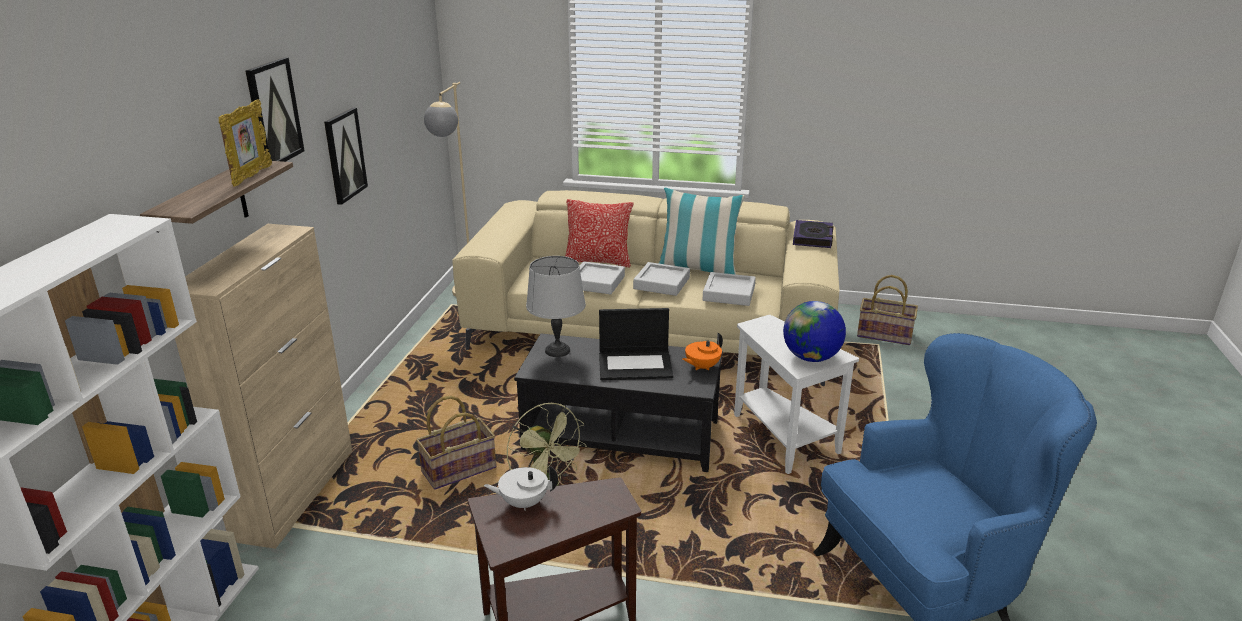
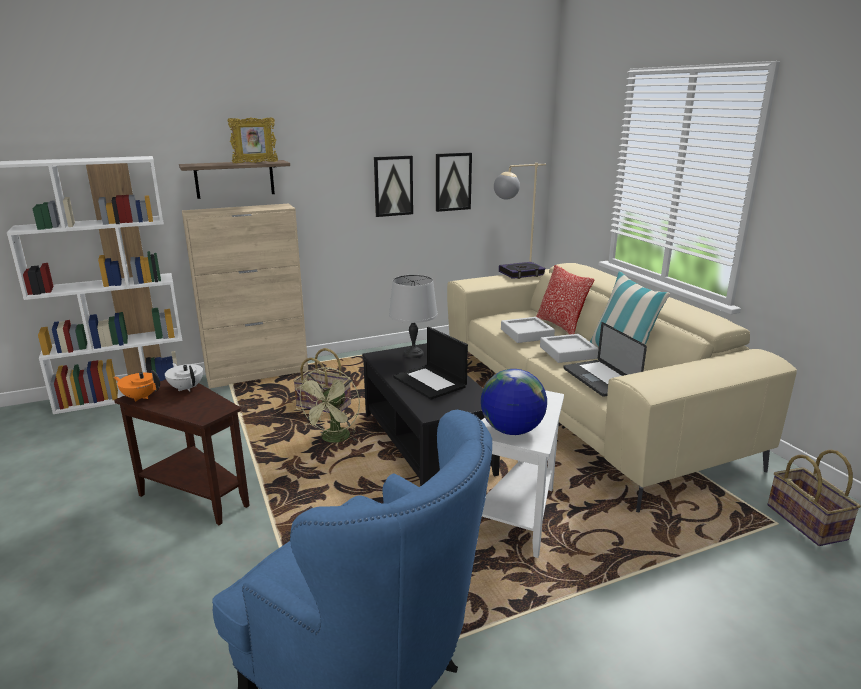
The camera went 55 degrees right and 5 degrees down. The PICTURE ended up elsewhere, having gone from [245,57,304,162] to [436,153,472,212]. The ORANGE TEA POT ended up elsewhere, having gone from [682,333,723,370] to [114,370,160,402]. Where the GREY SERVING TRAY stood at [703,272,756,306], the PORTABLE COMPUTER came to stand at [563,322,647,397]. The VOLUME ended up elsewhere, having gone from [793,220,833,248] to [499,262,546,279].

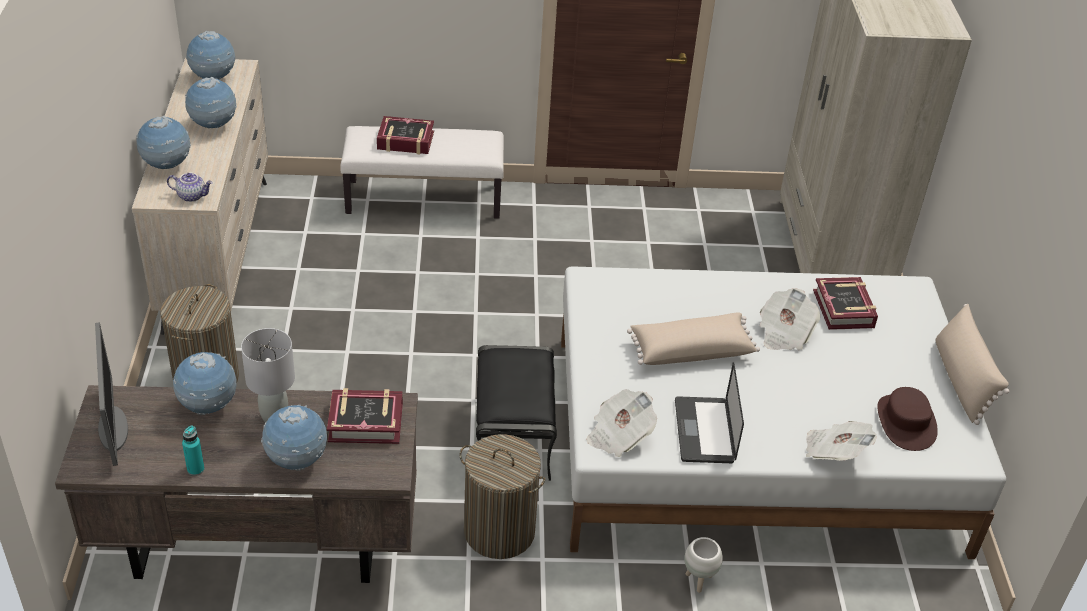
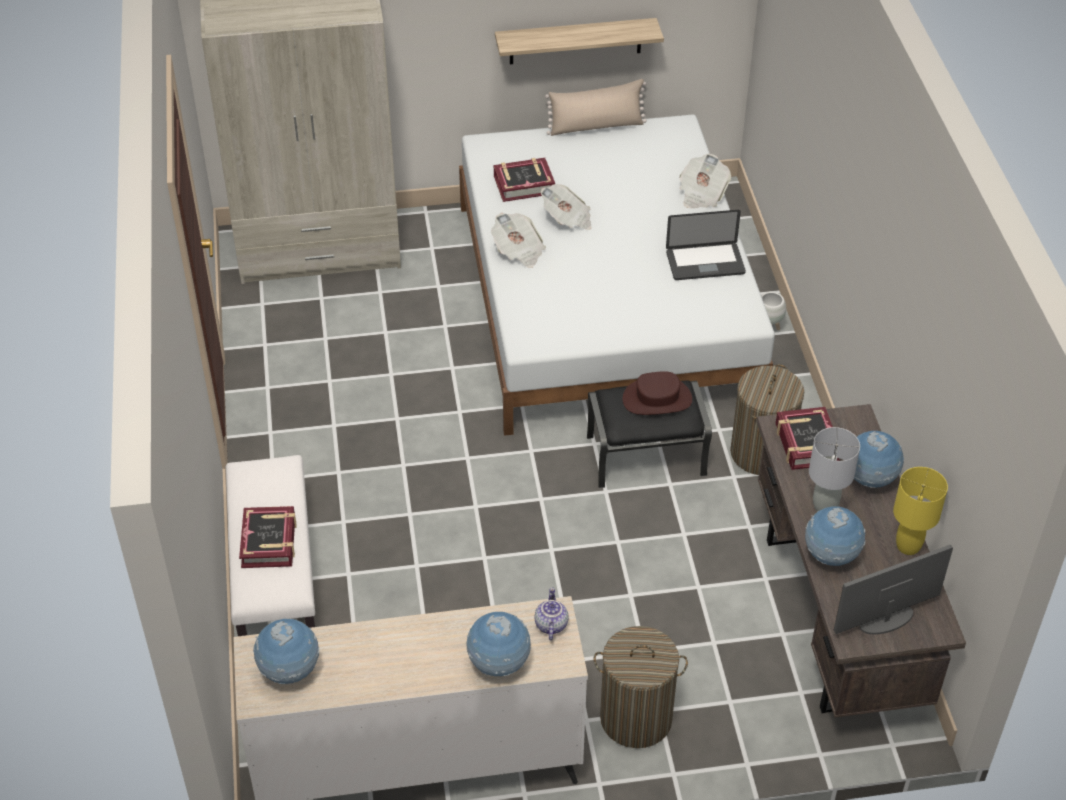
The camera went 95 degrees left and 5 degrees up. Where the TURQUOISE BOTTLE stood at [182,426,205,476], the YELLOW-COLOURED LAMP FOR A TABLE came to stand at [893,467,948,555]. The second view lost the GLOBE at [185,77,237,129]. The PRINTED PAPER ended up elsewhere, having gone from [586,389,657,457] to [491,213,546,268]. The second view lost the BEIGE-COLOURED PILLOW at [627,312,760,365]. The BROWN-COLOURED WEARABLE HAT ended up elsewhere, having gone from [878,387,938,451] to [623,371,692,415]. The second view gained the WALL SHELF at [495,18,664,64].

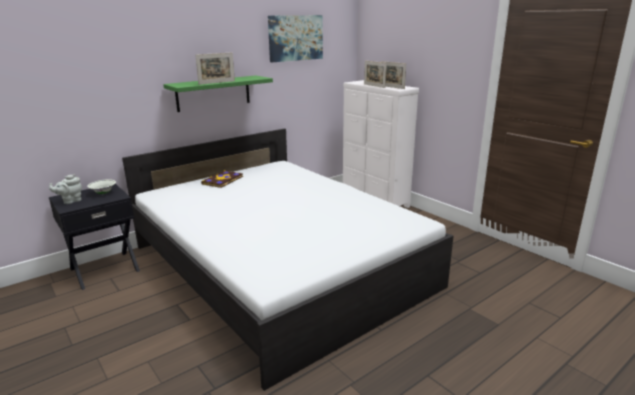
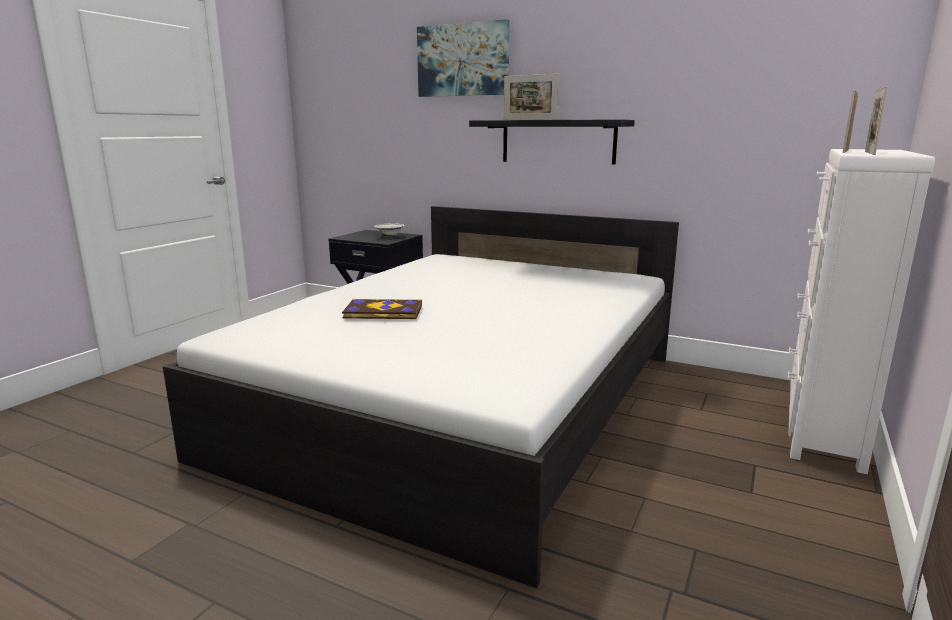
The camera went 65 degrees right and 5 degrees down. The second view lost the GREY TEA POT at [49,174,82,204]. What was the GREEN WALL SHELF at [163,75,273,112] turned into the BLACK WALL SHELF at [469,119,635,165]. The VOLUME ended up elsewhere, having gone from [201,170,243,188] to [342,299,422,319]. The PICTURE ended up elsewhere, having gone from [268,15,323,62] to [417,19,509,97].

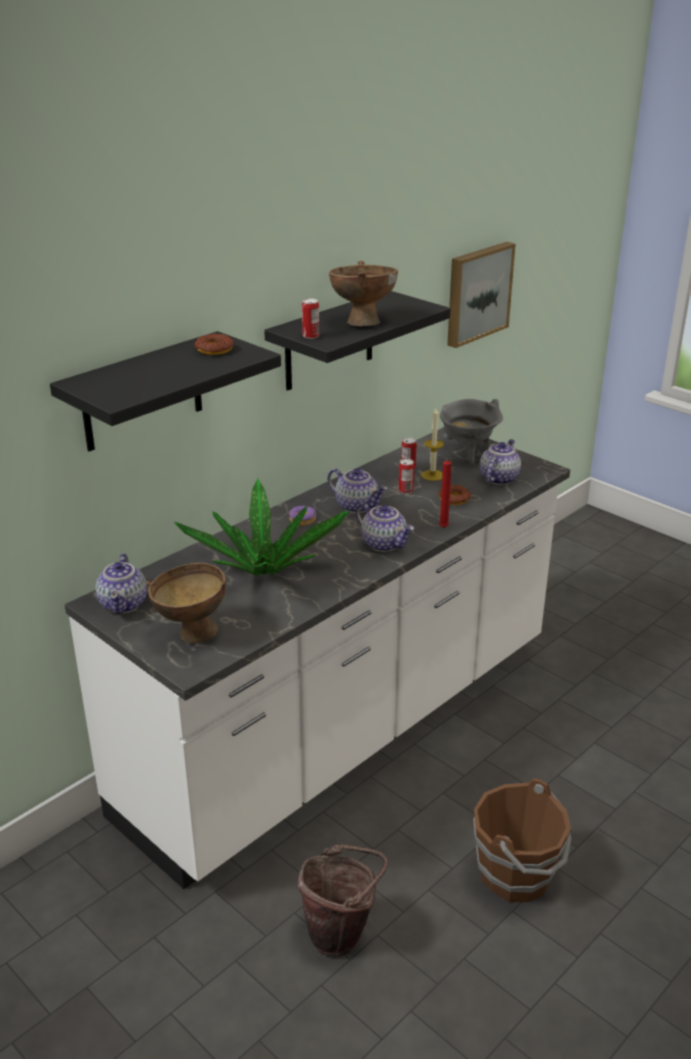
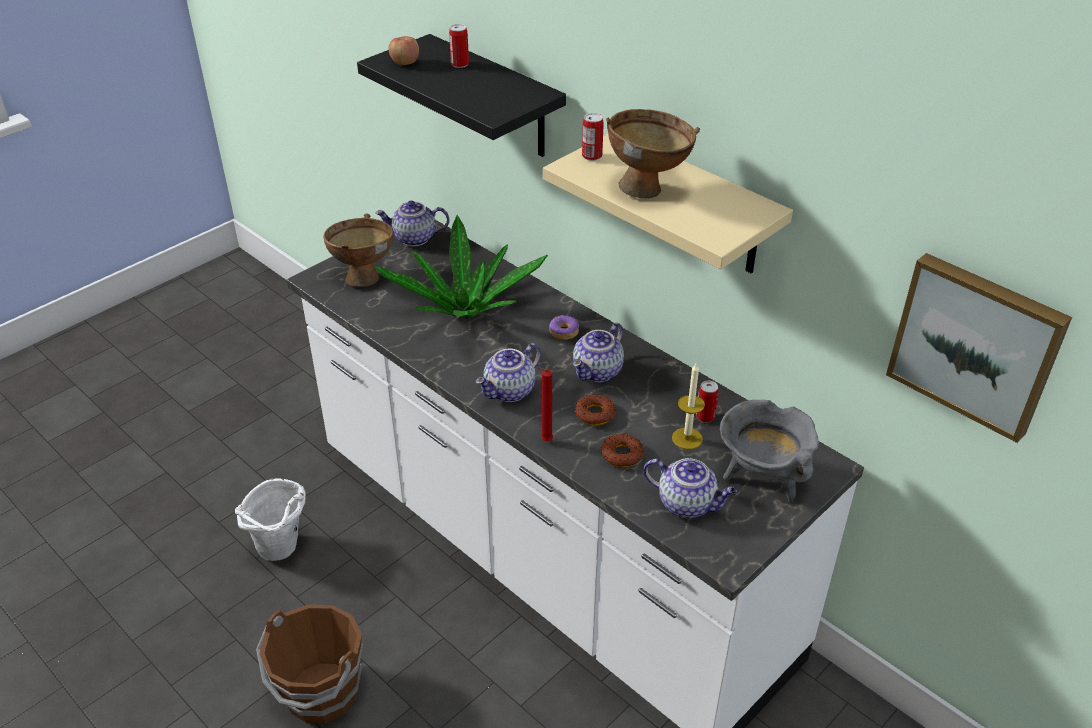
The camera went 90 degrees right and 10 degrees up. The RING DOUGHNUT ended up elsewhere, having gone from [194,333,234,355] to [575,394,616,425]. What was the BLACK WALL SHELF at [264,291,451,391] turned into the BEIGE-COLOURED WALL SHELF at [543,134,793,274]. What was the BROWN-COLOURED WATER BUCKET at [298,845,388,956] turned into the WHITISH WATER BUCKET at [235,478,306,561]. The SEALED CAN ended up elsewhere, having gone from [398,459,415,493] to [449,24,469,68]. The second view gained the APPLE FRUIT at [389,36,419,65].

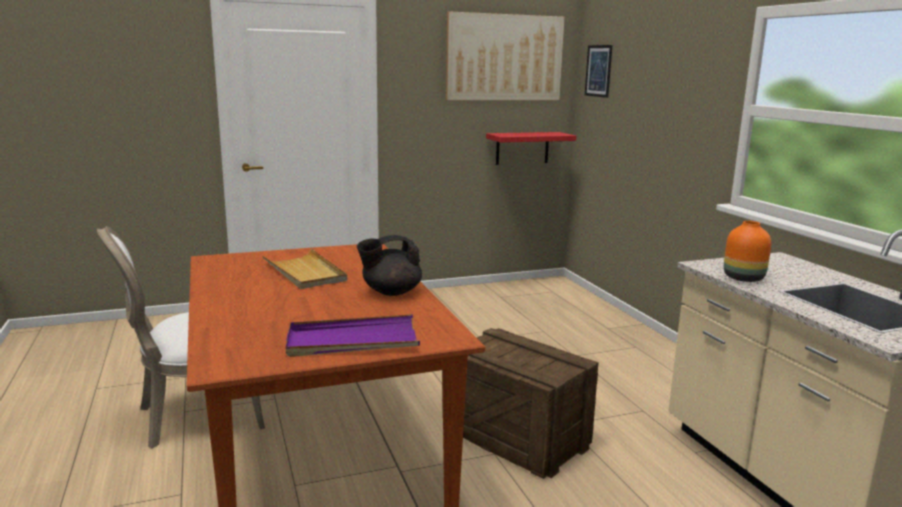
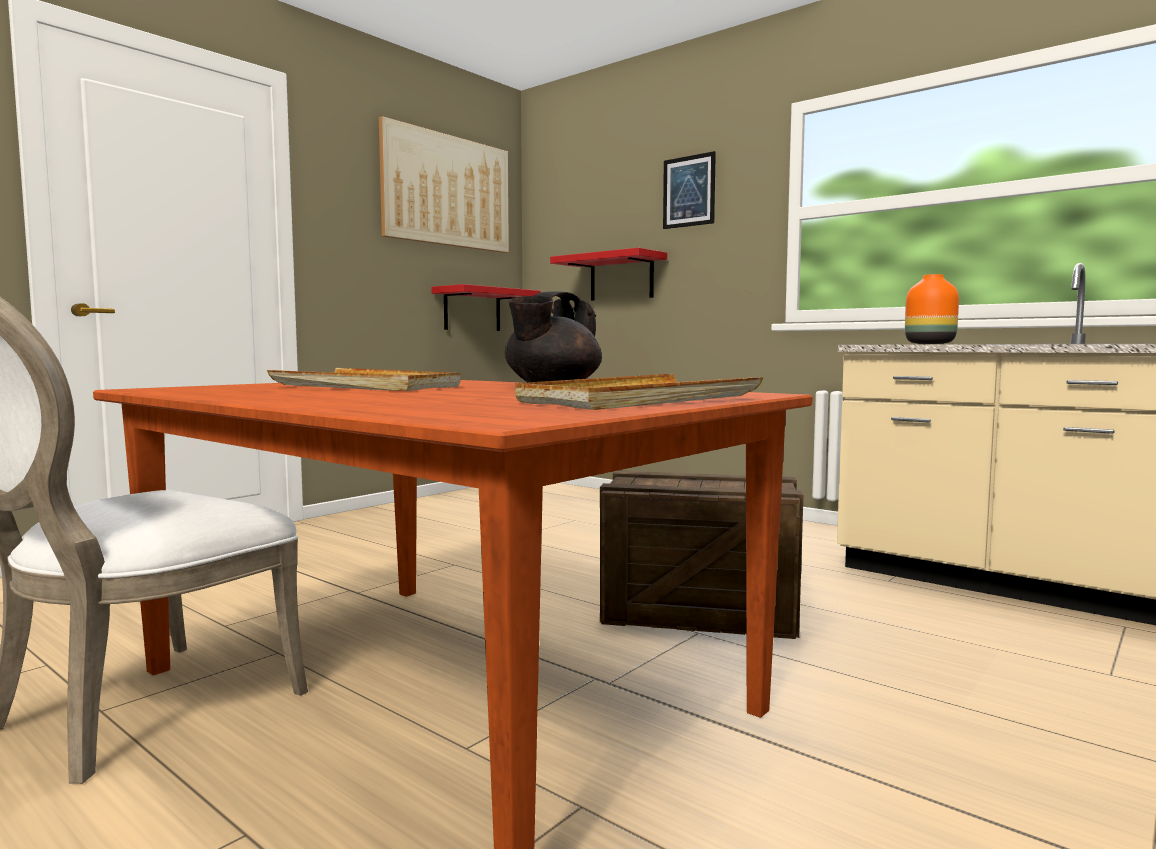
The camera went 30 degrees left and 10 degrees down. What was the PURPLE-COLOURED SERVING TRAY at [286,314,420,357] turned into the BEIGE-COLOURED SERVING TRAY at [515,374,763,410]. The PICTURE ended up elsewhere, having gone from [585,45,612,98] to [663,151,716,229]. The second view gained the REDDISH WALL SHELF at [550,248,667,301].

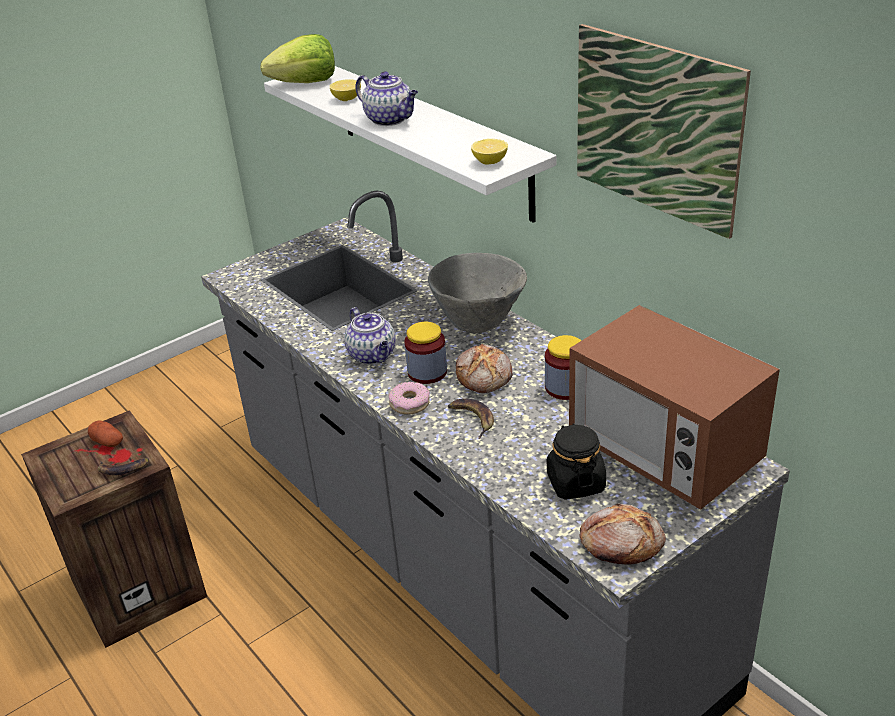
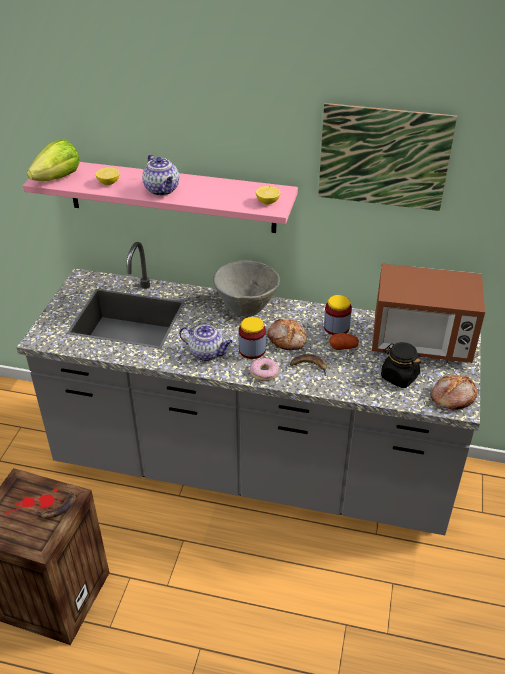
The camera went 40 degrees left and 5 degrees up. The SPUD ended up elsewhere, having gone from [88,421,123,447] to [330,333,359,350]. What was the WHITISH WALL SHELF at [264,66,556,223] turned into the PINK WALL SHELF at [23,162,298,233]. The TEA POT at [355,71,418,126] ended up facing another way, 60 degrees clockwise from before.

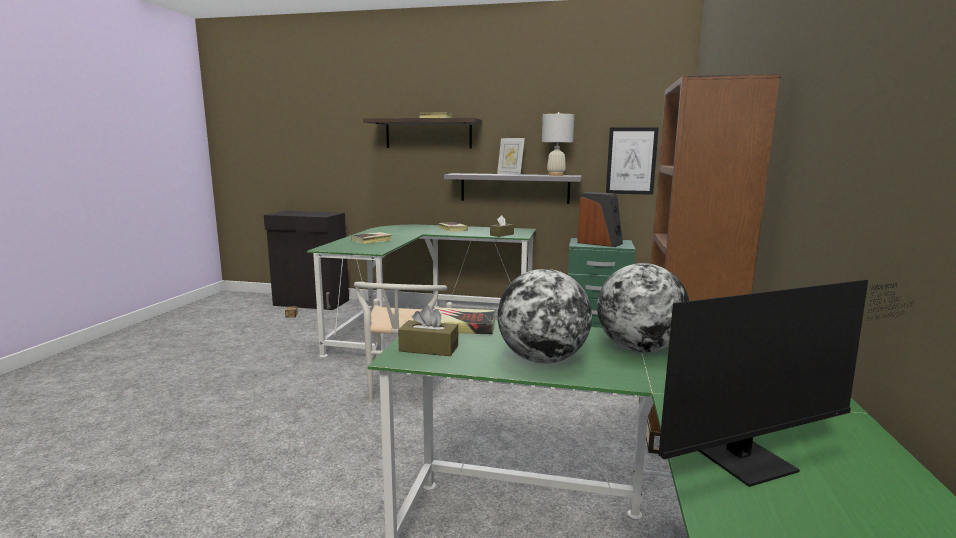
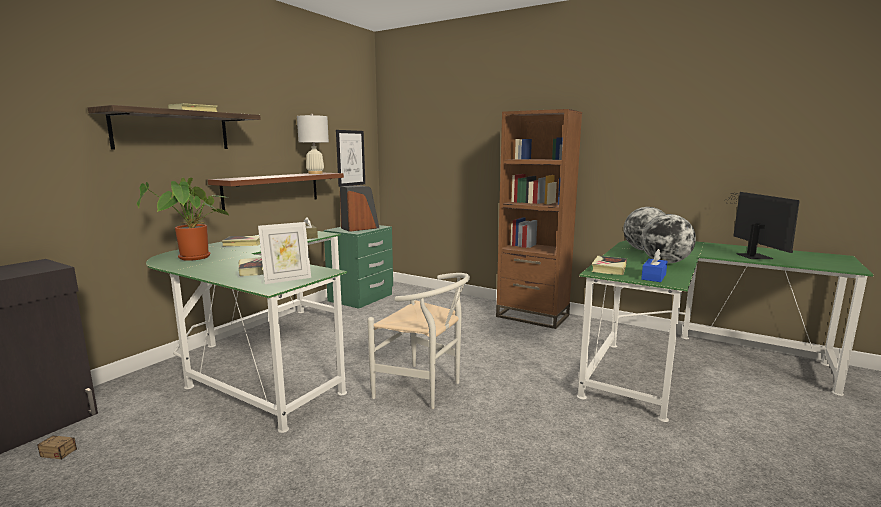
The camera went 70 degrees left and 0 degrees up. What was the BROWN-COLOURED TISSUE BOX at [398,305,458,356] turned into the BLUISH TISSUE BOX at [641,249,668,282]. What was the GREY WALL SHELF at [444,173,582,204] turned into the BROWN-COLOURED WALL SHELF at [208,173,344,211]. The STANDING FRAME ended up elsewhere, having gone from [497,138,525,175] to [258,222,311,284]. The second view gained the POTTED PLANT at [137,178,230,261].

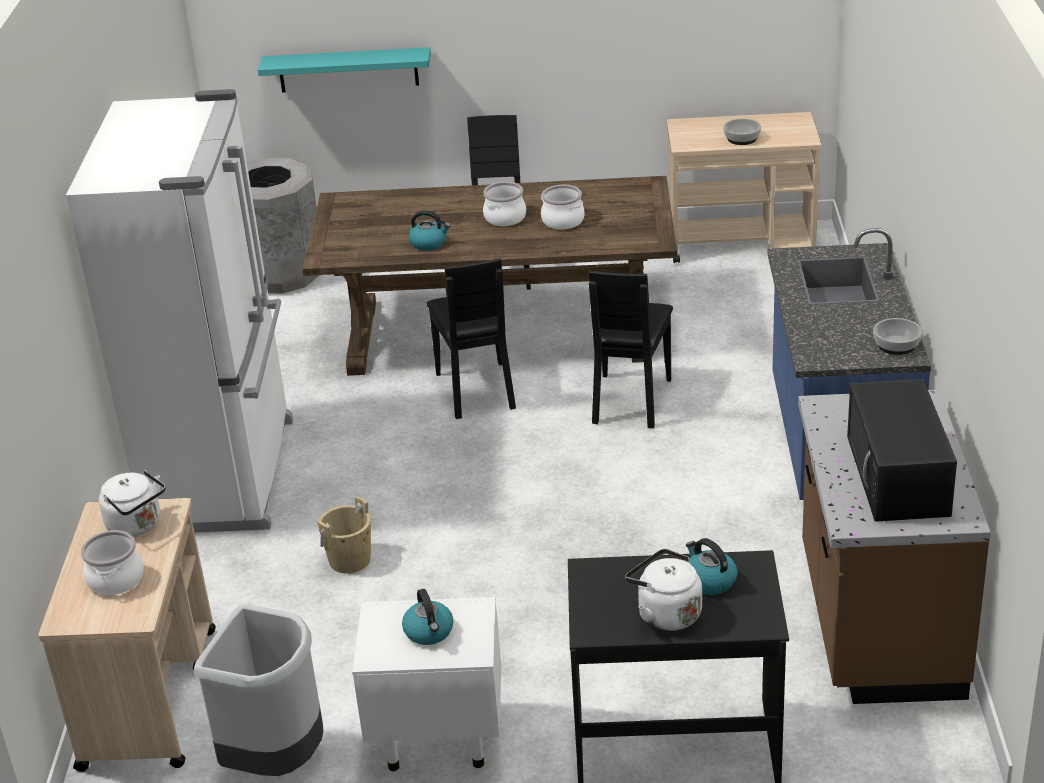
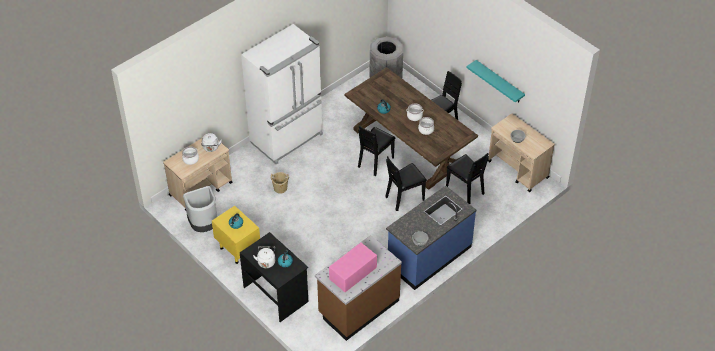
The camera went 45 degrees right and 15 degrees up. The TURQUOISE WALL SHELF ended up elsewhere, having gone from [258,47,431,93] to [466,60,525,103]. What was the WHITISH NIGHTSTAND at [352,597,501,771] turned into the YELLOW-COLOURED NIGHTSTAND at [212,206,260,264]. What was the BLACK KITCHEN MICROWAVE at [847,379,957,522] turned into the PINK KITCHEN MICROWAVE at [329,243,377,292]. The second view gained the BLACK PLAIN CHAIR at [446,153,489,204].

